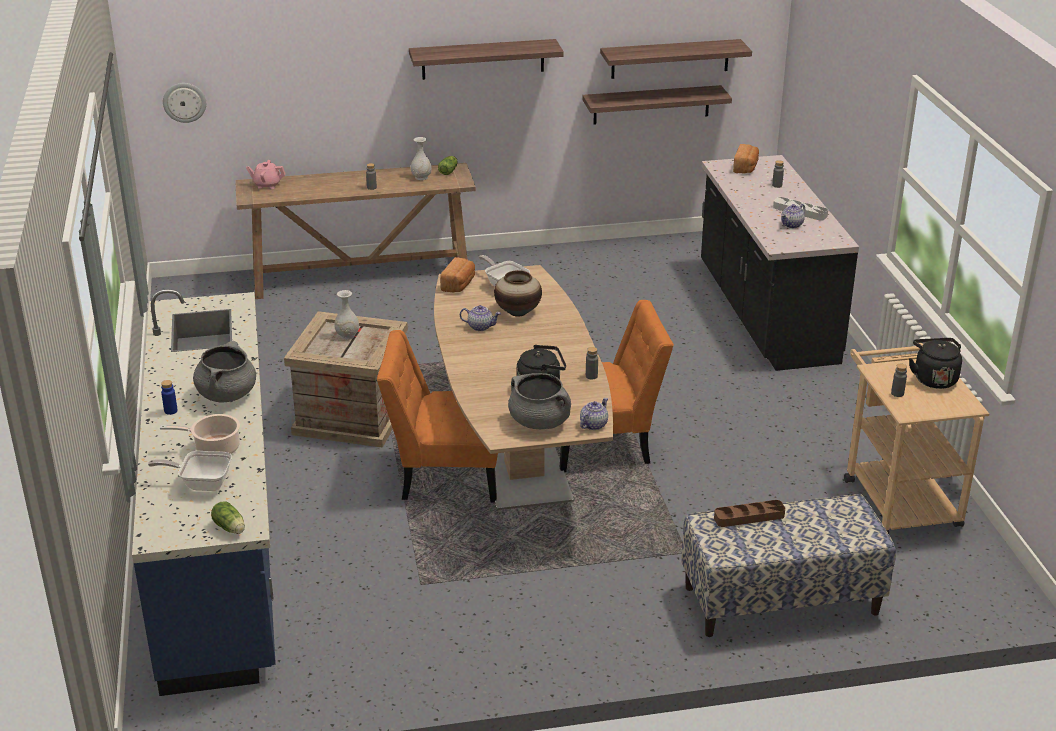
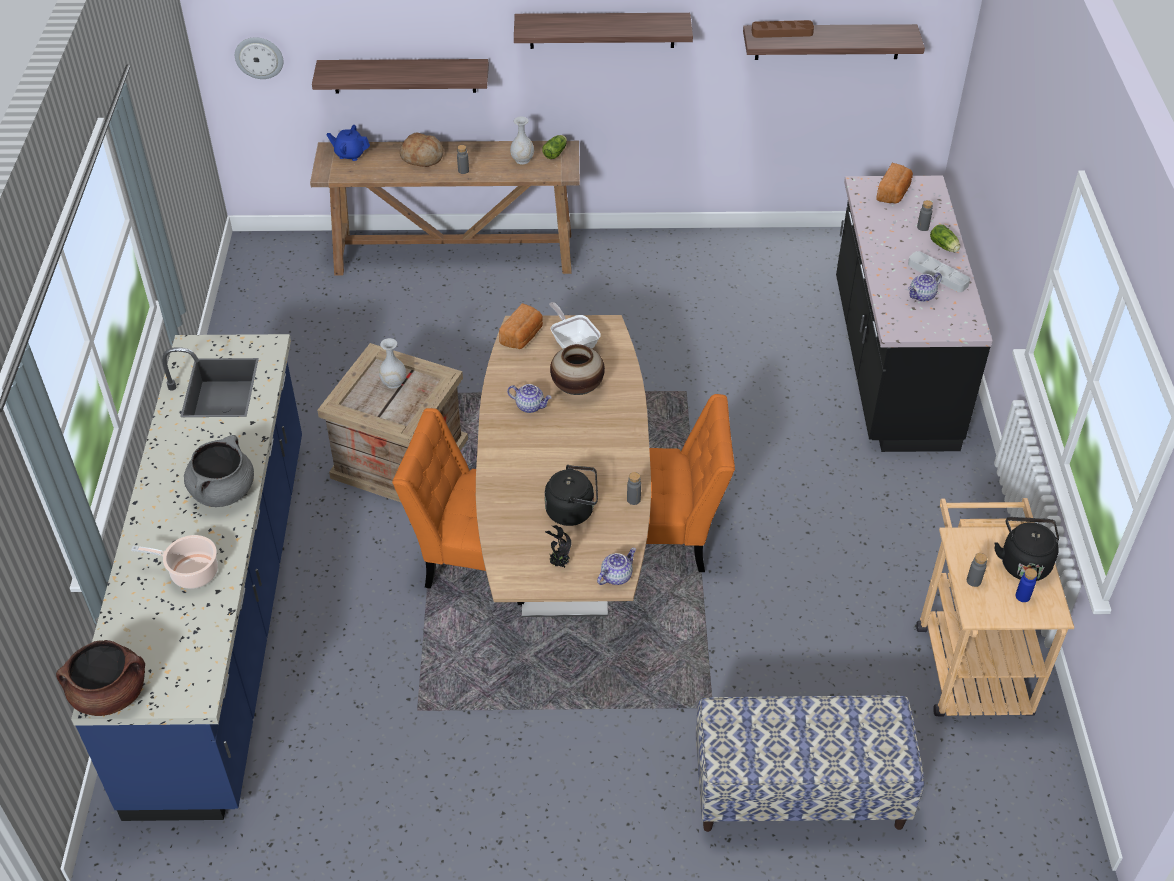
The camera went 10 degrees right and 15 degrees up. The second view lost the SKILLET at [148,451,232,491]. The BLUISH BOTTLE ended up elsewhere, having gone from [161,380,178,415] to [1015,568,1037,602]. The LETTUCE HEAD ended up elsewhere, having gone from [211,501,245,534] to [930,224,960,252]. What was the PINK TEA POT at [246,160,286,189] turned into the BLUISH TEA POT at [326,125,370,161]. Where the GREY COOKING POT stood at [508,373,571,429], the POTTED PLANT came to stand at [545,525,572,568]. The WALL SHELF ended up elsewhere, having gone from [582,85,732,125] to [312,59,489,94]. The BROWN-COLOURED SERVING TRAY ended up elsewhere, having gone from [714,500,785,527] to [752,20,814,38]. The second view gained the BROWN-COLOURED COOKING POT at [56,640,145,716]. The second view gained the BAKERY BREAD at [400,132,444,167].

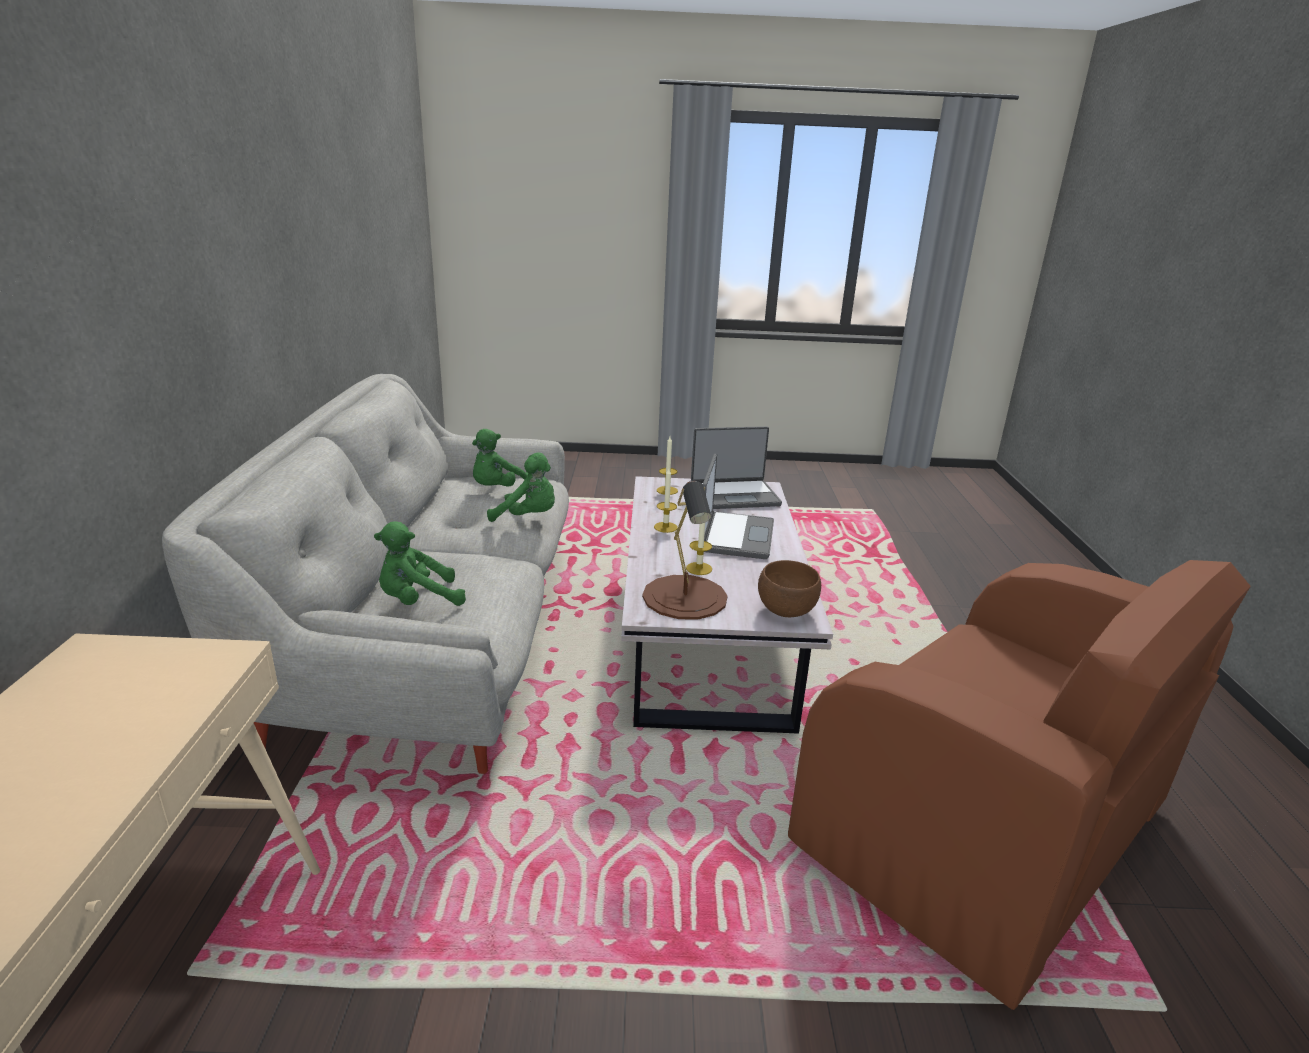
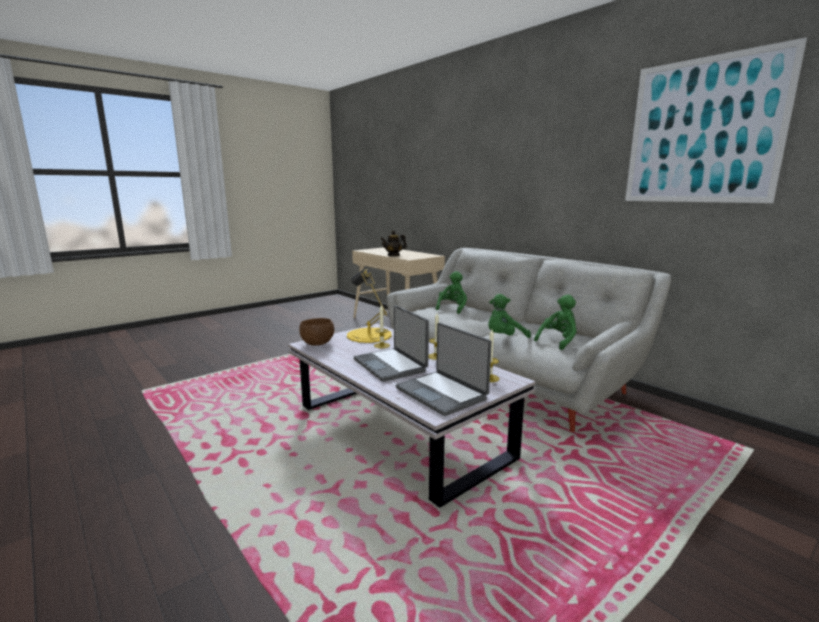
The camera went 140 degrees right and 10 degrees down. The GREEN CUDDLY TOY at [472,429,528,487] ended up facing another way, 60 degrees clockwise from before. What was the BROWN-COLOURED LAMP FOR A TABLE at [642,481,728,620] turned into the YELLOW-COLOURED LAMP FOR A TABLE at [347,268,392,343]. The PORTABLE COMPUTER at [691,426,782,509] ended up facing another way, 75 degrees counterclockwise from before. The second view lost the BROWN-COLOURED EASY CHAIR at [788,560,1251,1010]. The second view gained the TEA POT at [380,230,407,256]. The second view gained the PICTURE at [625,37,807,203].

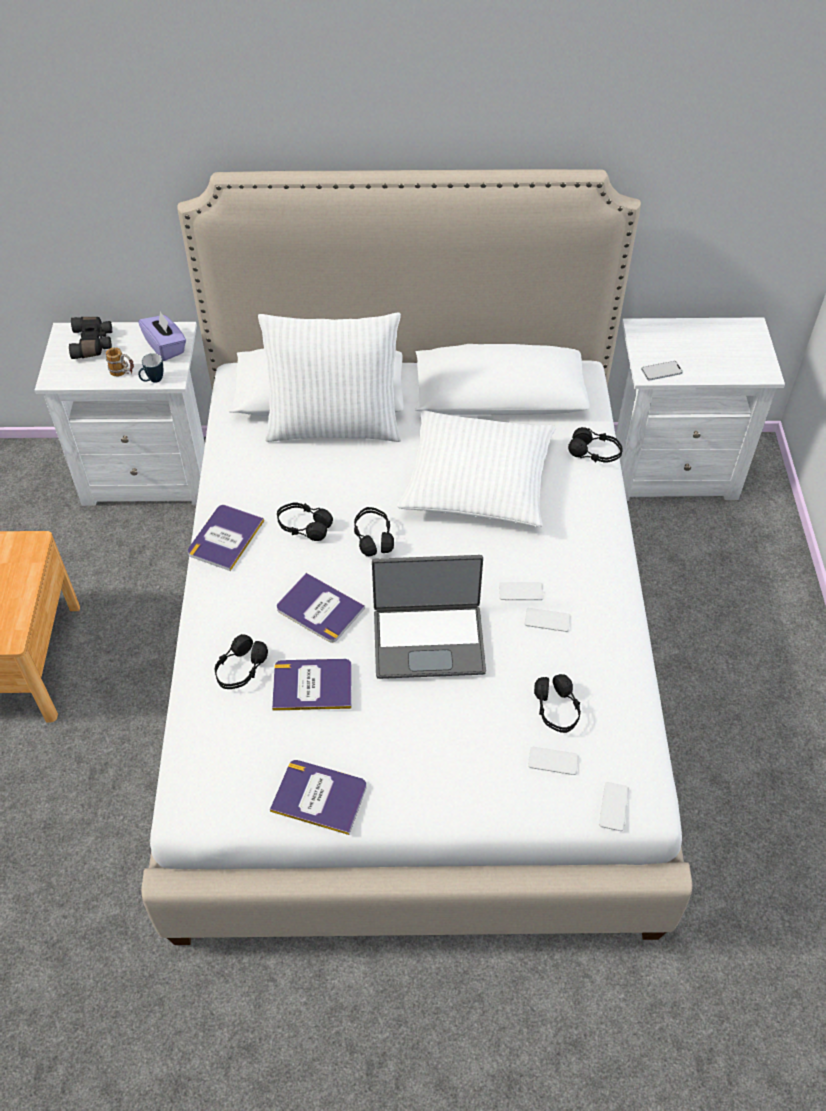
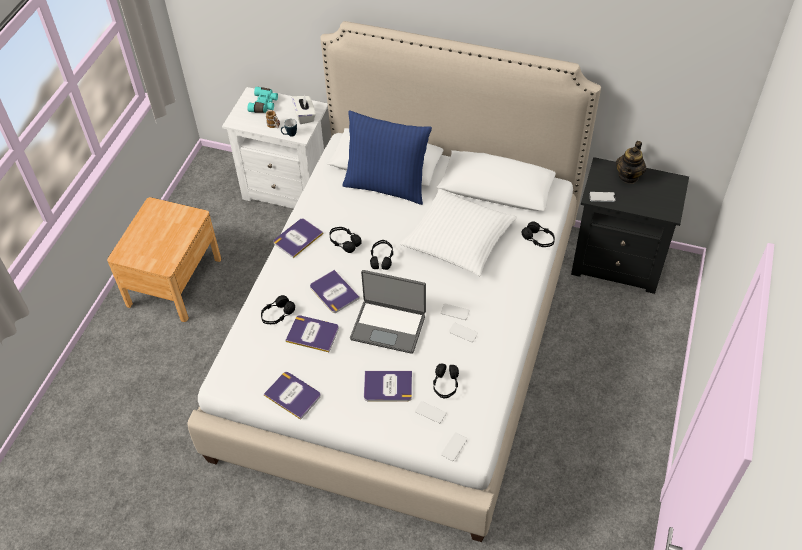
The camera went 20 degrees right and 0 degrees up. What was the BLACK FIELD GLASSES at [69,317,112,359] turned into the TURQUOISE FIELD GLASSES at [247,87,278,113]. What was the PURPLE-COLOURED TISSUE BOX at [138,311,186,361] turned into the WHITISH TISSUE BOX at [292,95,316,124]. What was the WHITISH PILLOW at [258,313,401,442] turned into the BLUISH PILLOW at [342,111,432,205]. What was the WHITISH NIGHTSTAND at [616,317,785,501] turned into the BLACK NIGHTSTAND at [571,157,689,294]. The second view gained the VOLUME at [364,371,412,401]. The second view gained the TEA POT at [616,141,646,184].

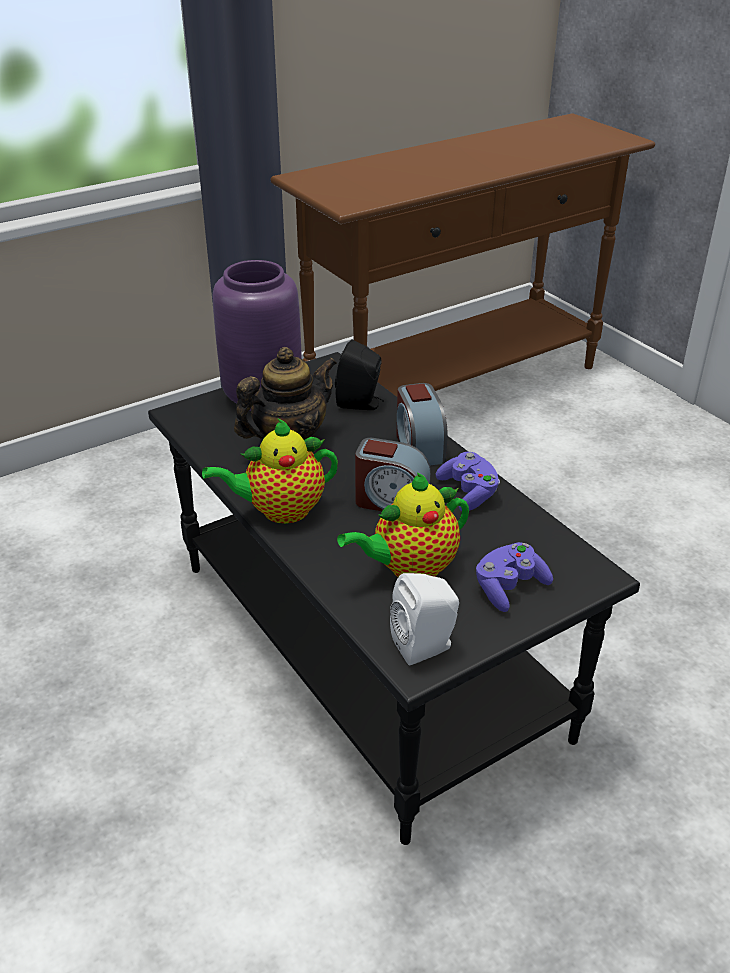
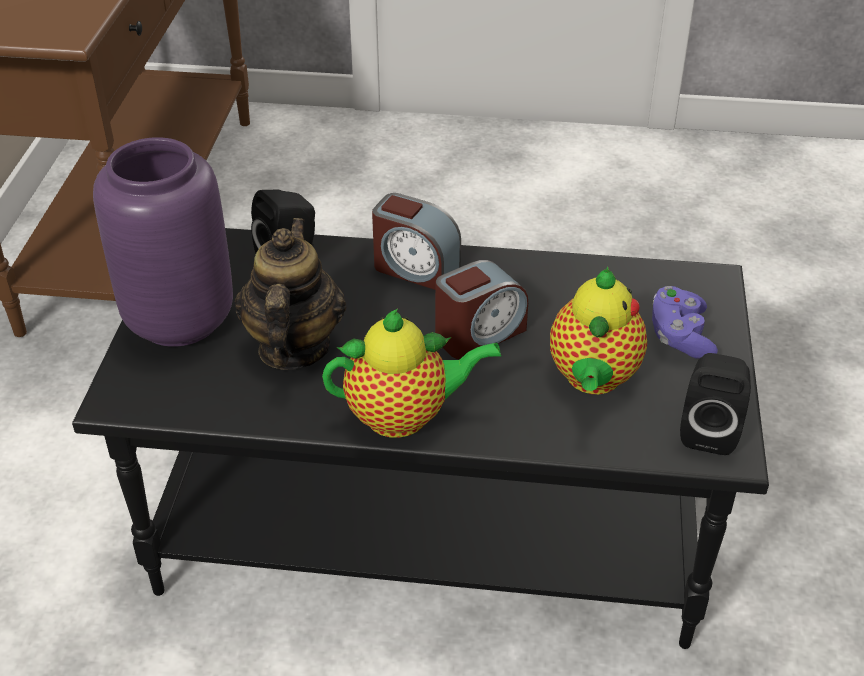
The camera went 50 degrees left and 5 degrees up. The TEA POT at [202,419,338,524] ended up facing another way, 120 degrees counterclockwise from before. What was the WHITISH LOUDSPEAKER at [390,573,459,665] turned into the BLACK LOUDSPEAKER at [680,353,751,455]. The second view lost the PURPLE-COLOURED JOYPAD at [436,452,500,511].

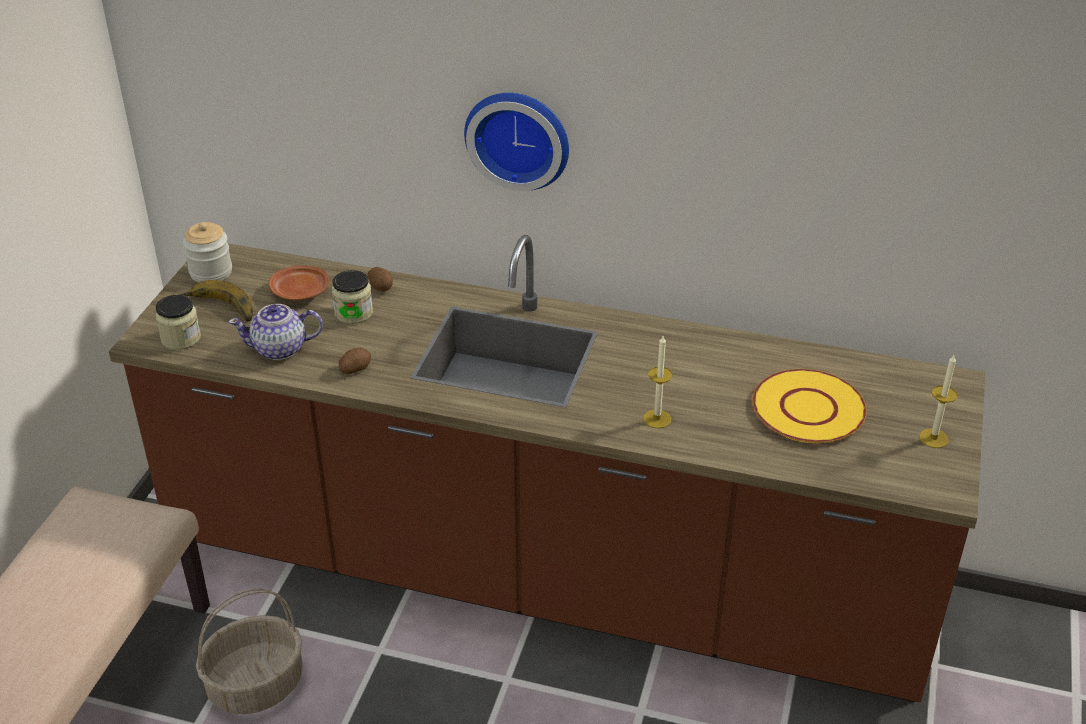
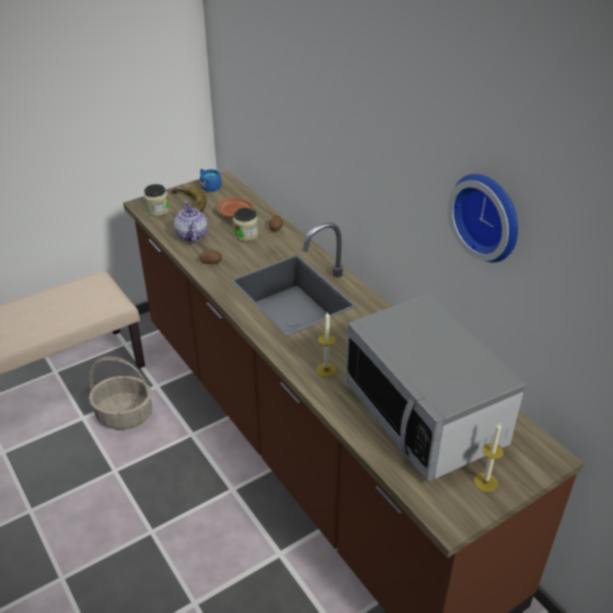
The camera went 40 degrees right and 0 degrees up. Where the STORAGE JAR stood at [183,222,232,282], the BLUISH MUG came to stand at [200,169,222,191]. The TEA POT at [228,304,323,360] ended up facing another way, 45 degrees clockwise from before. The HANGING CLOCK ended up elsewhere, having gone from [464,93,569,191] to [448,174,518,263]. Where the YELLOW-COLOURED FLAT DISH stood at [752,369,867,443], the KITCHEN MICROWAVE came to stand at [346,295,525,482].

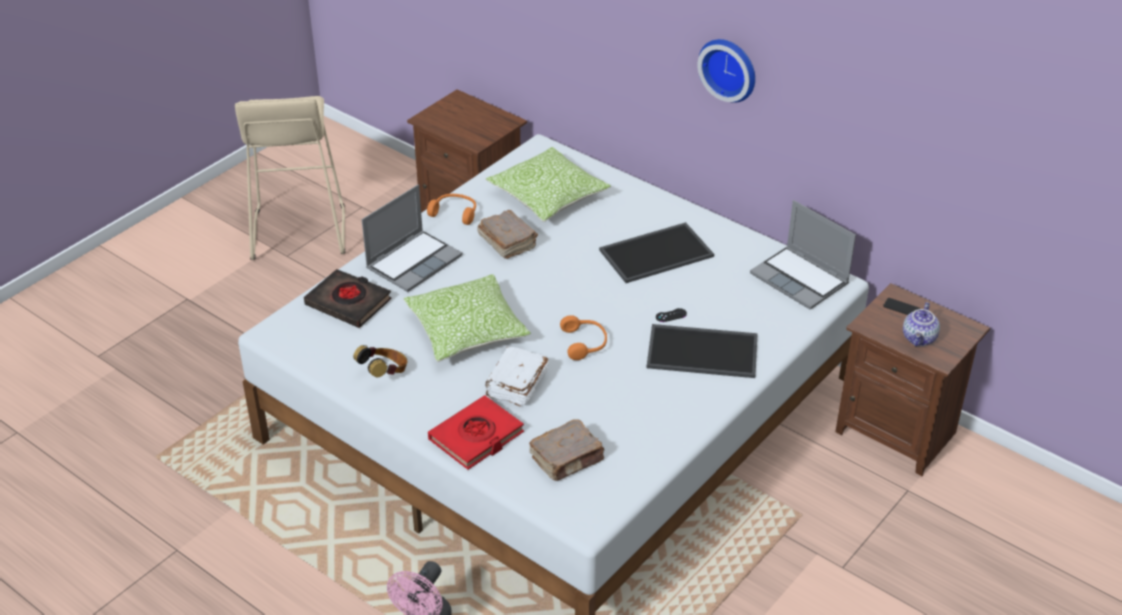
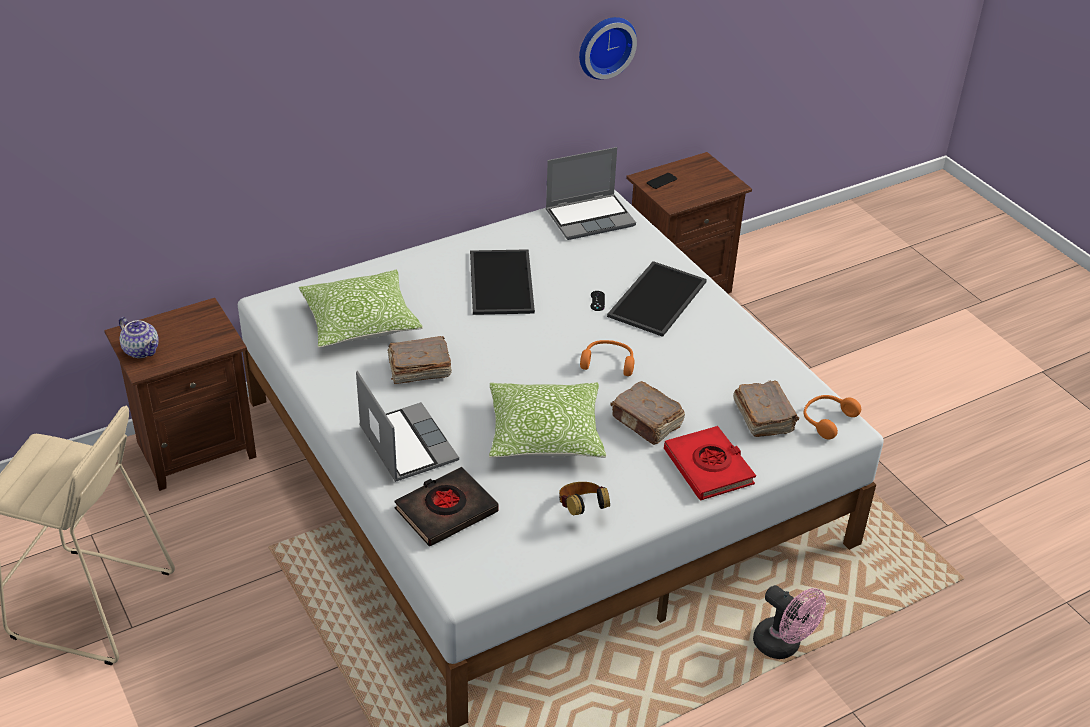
The camera went 70 degrees left and 0 degrees up. The ORANGE PAIR OF HEADPHONES ended up elsewhere, having gone from [427,194,476,225] to [804,395,861,439]. What was the WHITISH VOLUME at [486,347,549,407] turned into the BROWN-COLOURED VOLUME at [610,381,685,445]. The HANGING CLOCK ended up elsewhere, having gone from [697,39,755,103] to [579,17,637,79]. The TEA POT ended up elsewhere, having gone from [903,302,940,346] to [119,317,159,358].

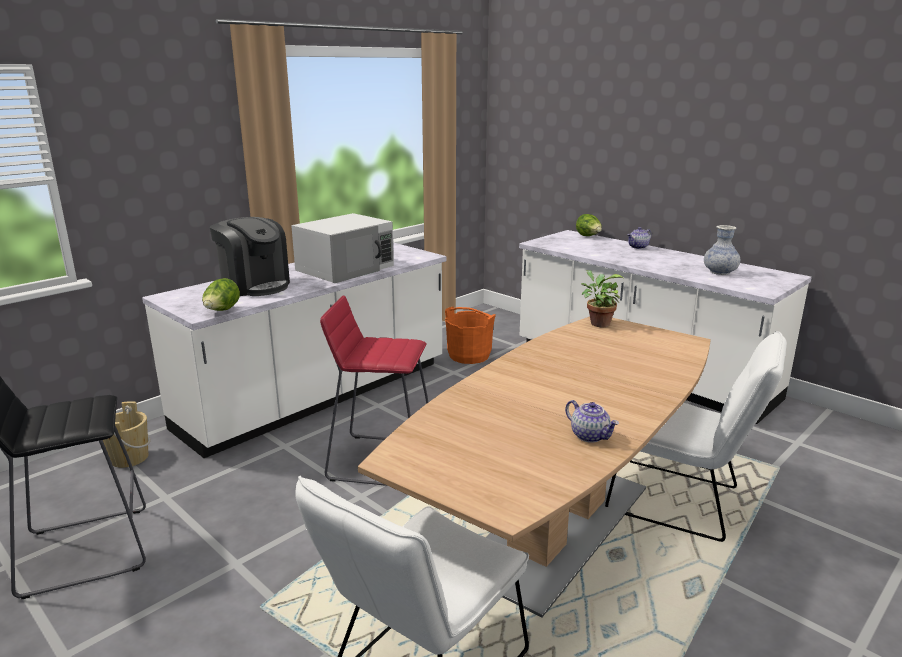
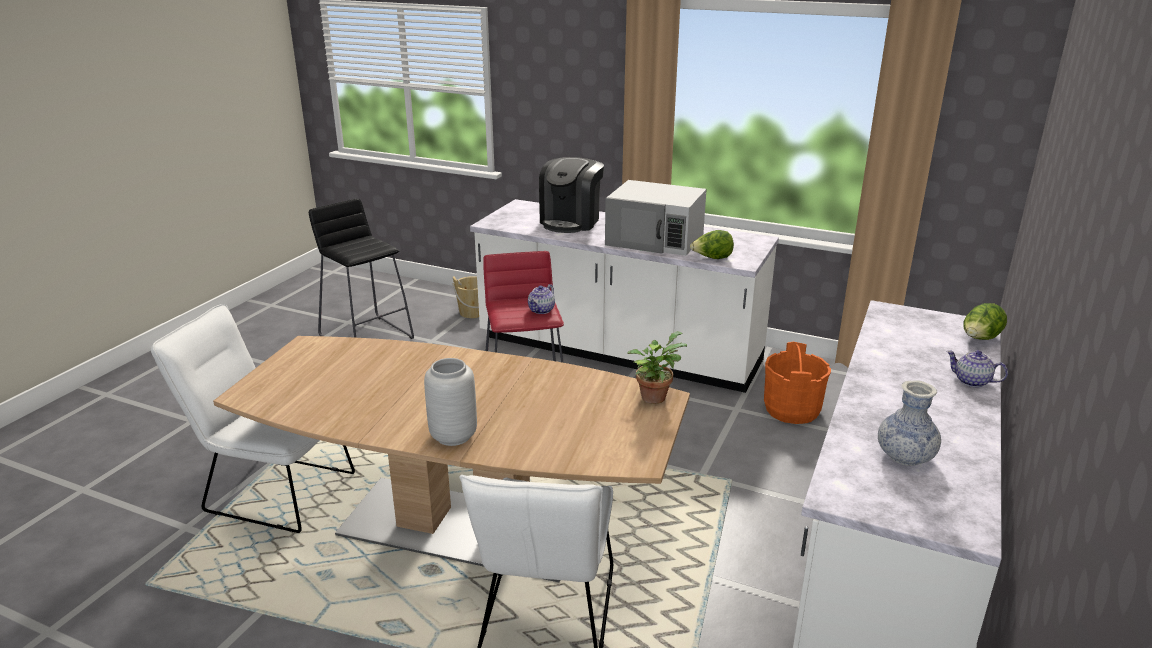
The camera went 70 degrees right and 5 degrees up. The LETTUCE HEAD ended up elsewhere, having gone from [202,278,240,311] to [690,230,734,259]. The TEA POT ended up elsewhere, having gone from [565,400,619,443] to [528,284,555,314]. The second view gained the GREY DECORATIVE VASE at [424,358,477,446].

